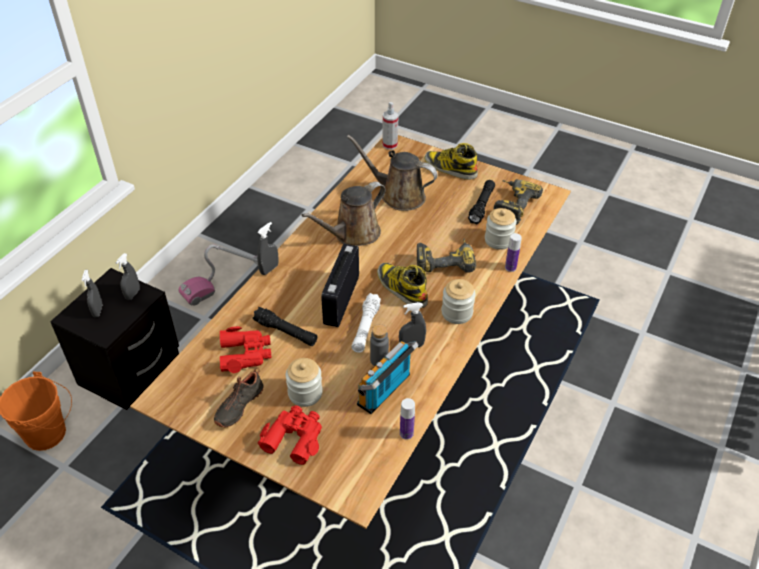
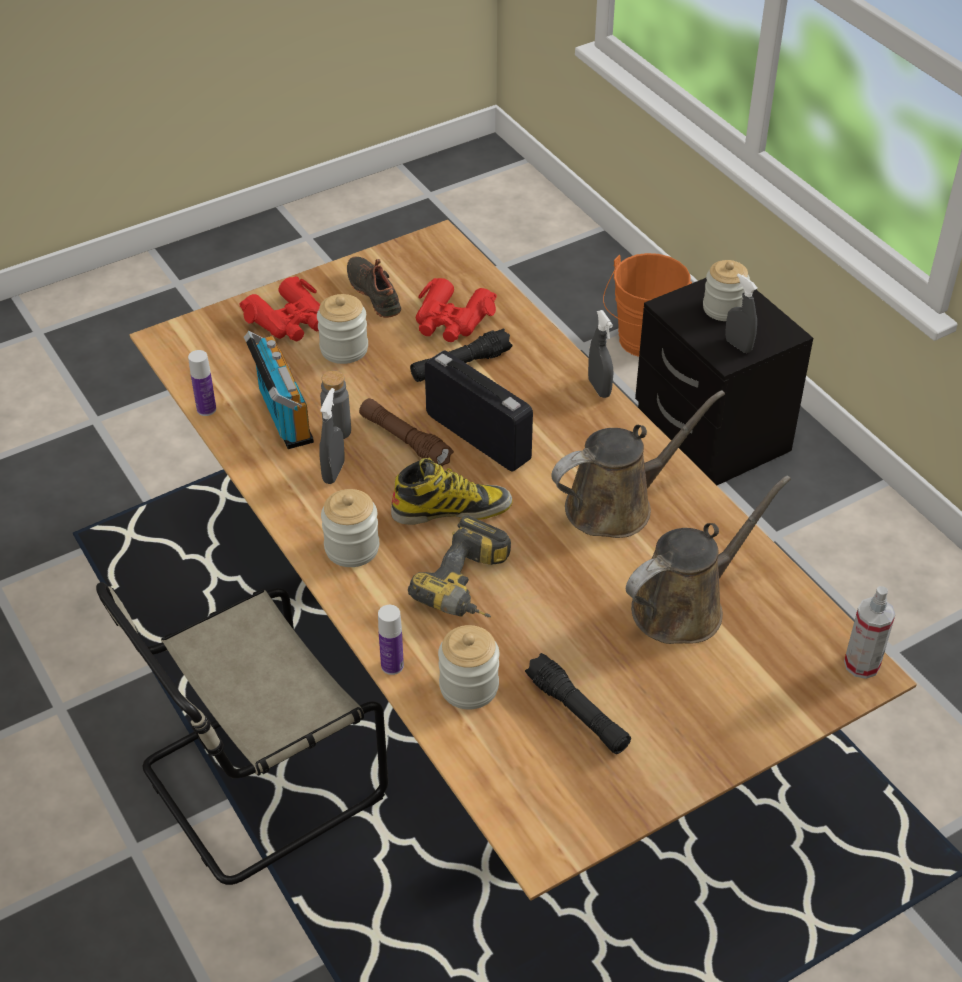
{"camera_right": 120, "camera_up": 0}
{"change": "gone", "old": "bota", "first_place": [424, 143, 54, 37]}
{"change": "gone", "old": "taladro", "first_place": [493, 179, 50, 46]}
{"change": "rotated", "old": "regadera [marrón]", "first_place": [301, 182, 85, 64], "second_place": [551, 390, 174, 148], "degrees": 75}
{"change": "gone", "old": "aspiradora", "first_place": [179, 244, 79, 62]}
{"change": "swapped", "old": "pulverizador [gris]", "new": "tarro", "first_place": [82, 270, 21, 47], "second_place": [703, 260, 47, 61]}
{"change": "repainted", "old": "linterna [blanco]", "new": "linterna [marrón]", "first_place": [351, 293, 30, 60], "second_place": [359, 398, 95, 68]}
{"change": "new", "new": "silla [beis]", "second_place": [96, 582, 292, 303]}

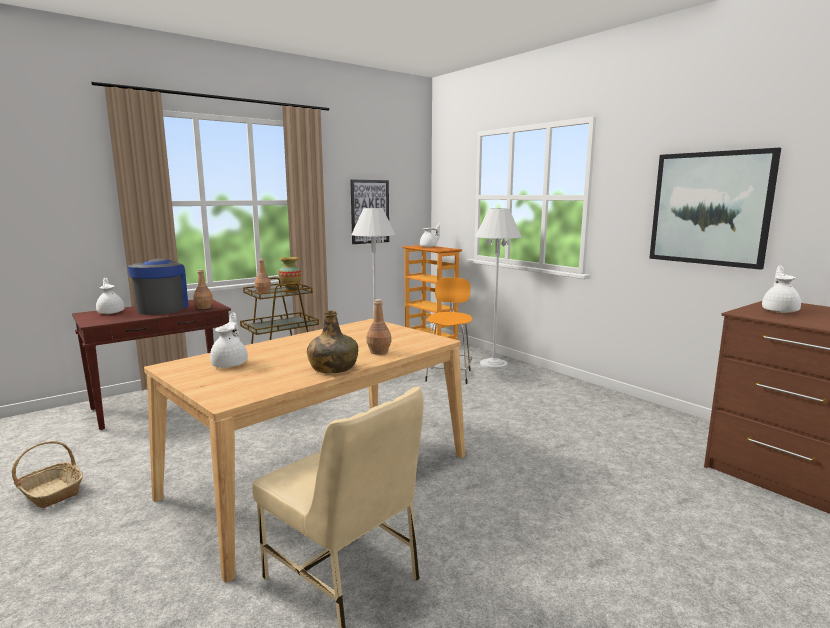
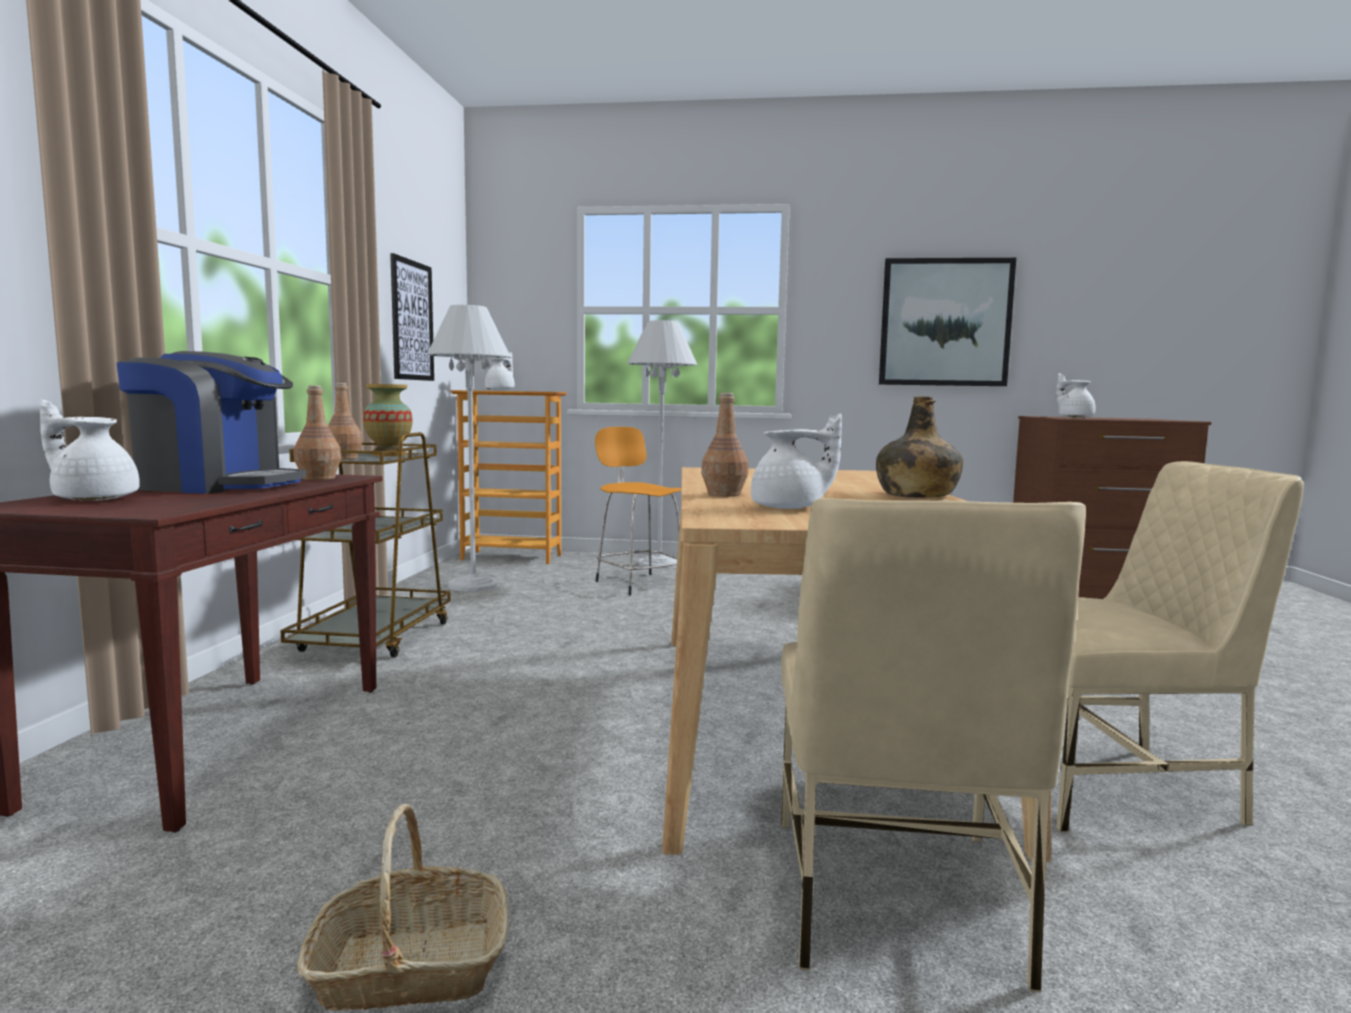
{"camera_right": -45, "camera_up": -5}
{"change": "rotated", "old": "cafetera", "first_place": [127, 258, 62, 57], "second_place": [117, 351, 189, 143], "degrees": 150}
{"change": "shifted", "old": "botella [marrón]", "first_place": [366, 299, 25, 56], "second_place": [701, 393, 47, 104]}
{"change": "rotated", "old": "tetera [blanco]", "first_place": [210, 313, 38, 55], "second_place": [751, 414, 91, 95], "degrees": 135}
{"change": "new", "new": "silla [beis]", "second_place": [781, 498, 305, 495]}

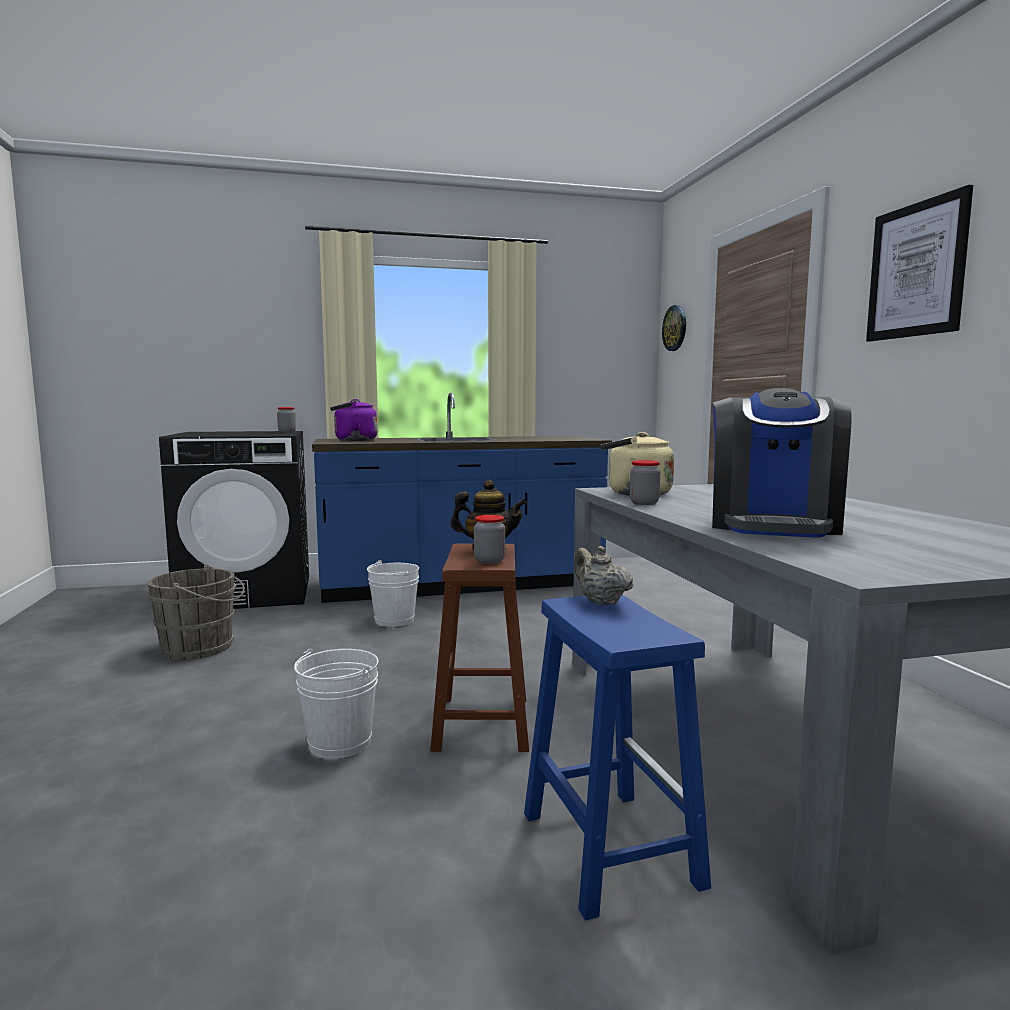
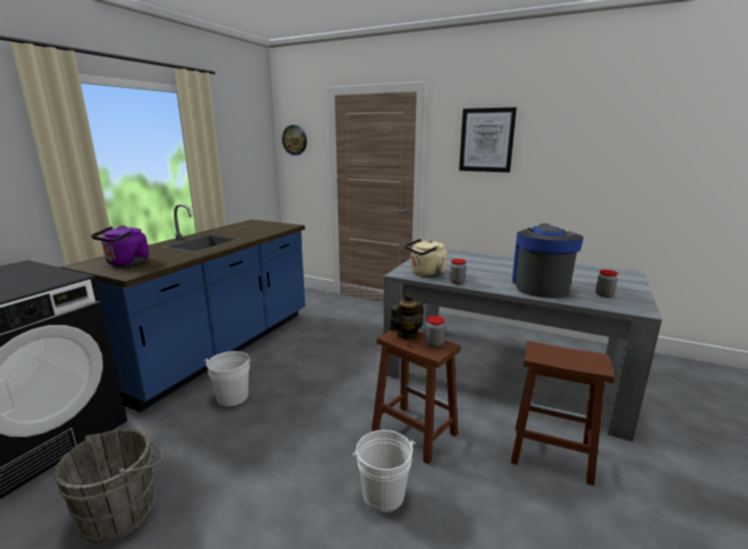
{"camera_right": -50, "camera_up": 10}
{"change": "rotated", "old": "cafetera", "first_place": [712, 388, 140, 150], "second_place": [512, 224, 72, 74], "degrees": -135}
{"change": "shifted", "old": "tarro", "first_place": [277, 407, 19, 25], "second_place": [596, 270, 22, 28]}
{"change": "gone", "old": "tetera [beis]", "first_place": [574, 546, 60, 59]}
{"change": "repainted", "old": "taburete [azul]", "new": "taburete [marrón]", "first_place": [524, 595, 187, 325], "second_place": [511, 341, 104, 145]}

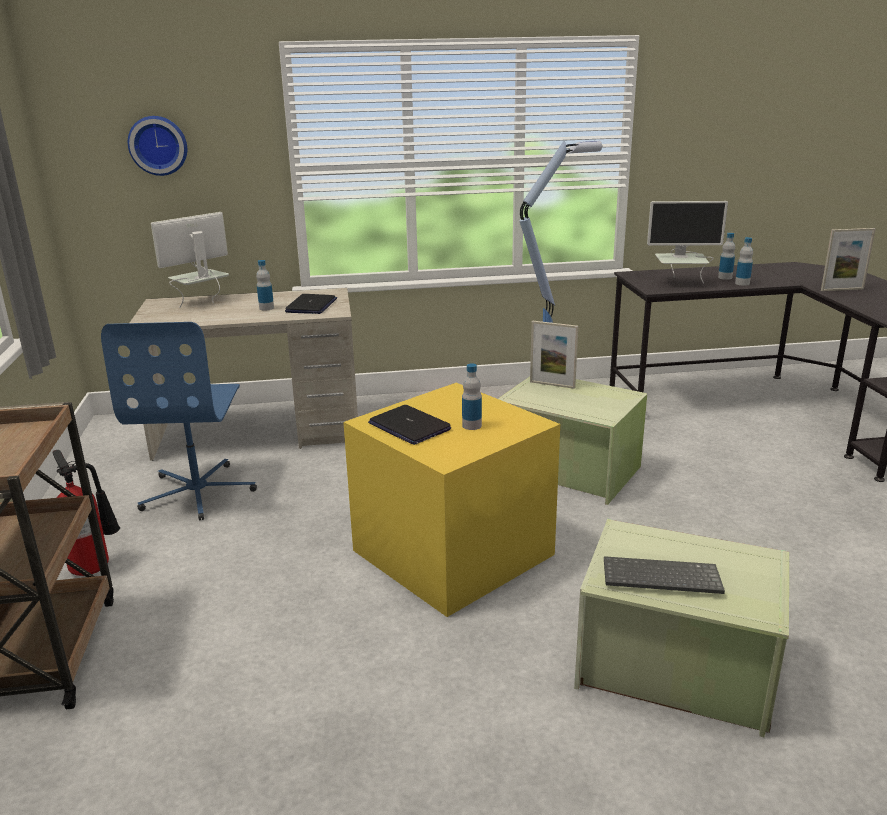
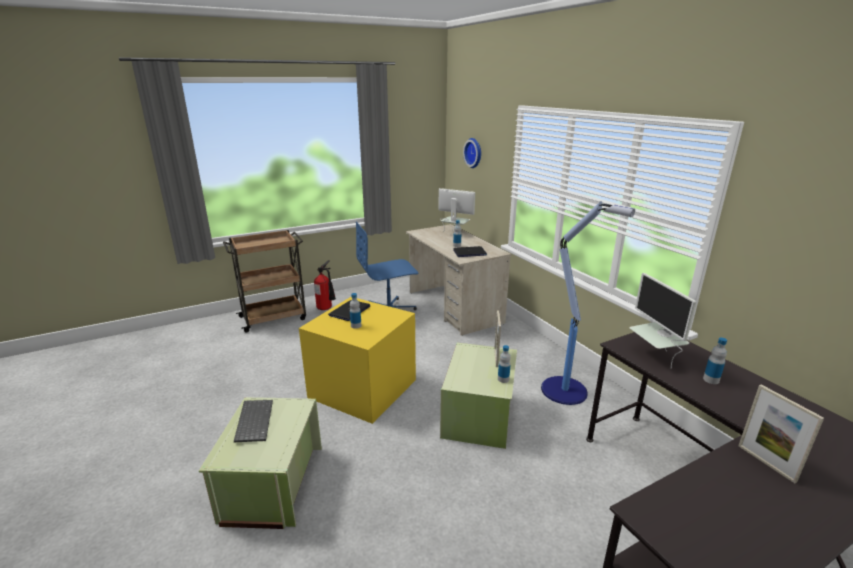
{"camera_right": 70, "camera_up": 0}
{"change": "shifted", "old": "botella", "first_place": [735, 237, 18, 49], "second_place": [498, 345, 13, 38]}

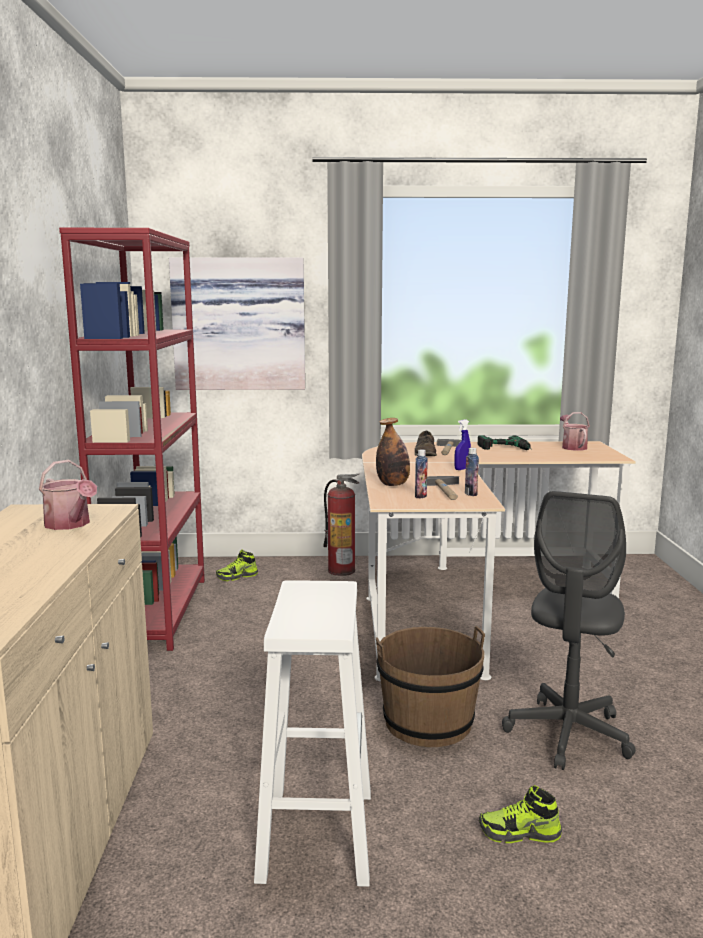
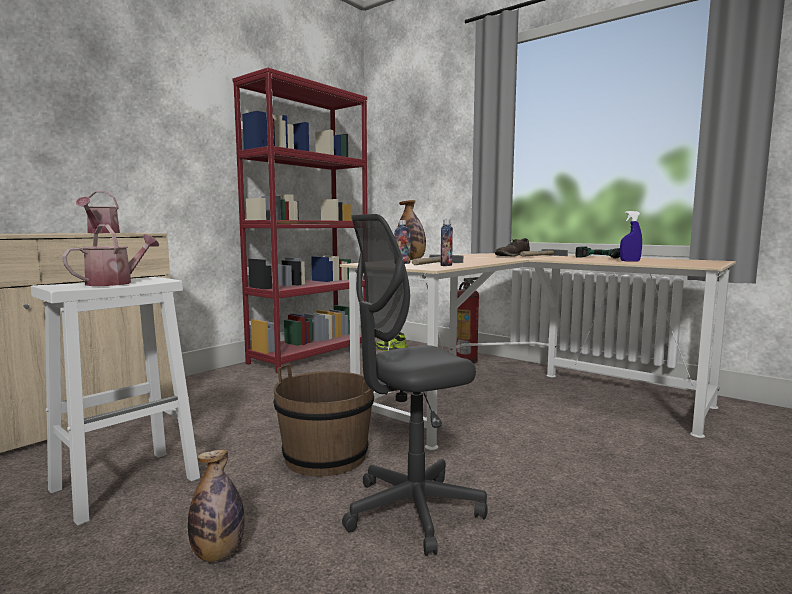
{"camera_right": 40, "camera_up": -5}
{"change": "gone", "old": "cuadro", "first_place": [169, 257, 136, 133]}
{"change": "shifted", "old": "regadera", "first_place": [560, 412, 30, 39], "second_place": [62, 225, 97, 61]}
{"change": "shifted", "old": "pulverizador [azul]", "first_place": [454, 419, 17, 51], "second_place": [620, 211, 22, 50]}
{"change": "swapped", "old": "zapato", "new": "botella", "first_place": [479, 785, 83, 58], "second_place": [188, 450, 57, 112]}

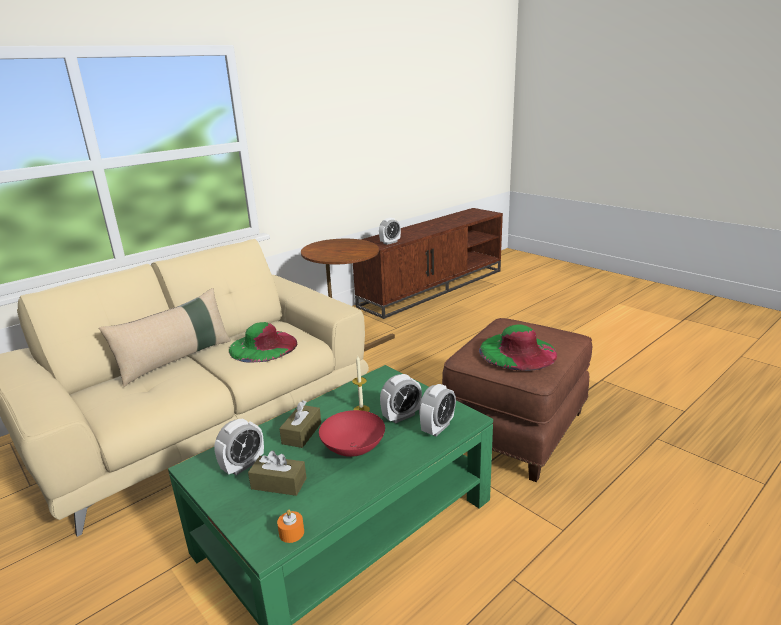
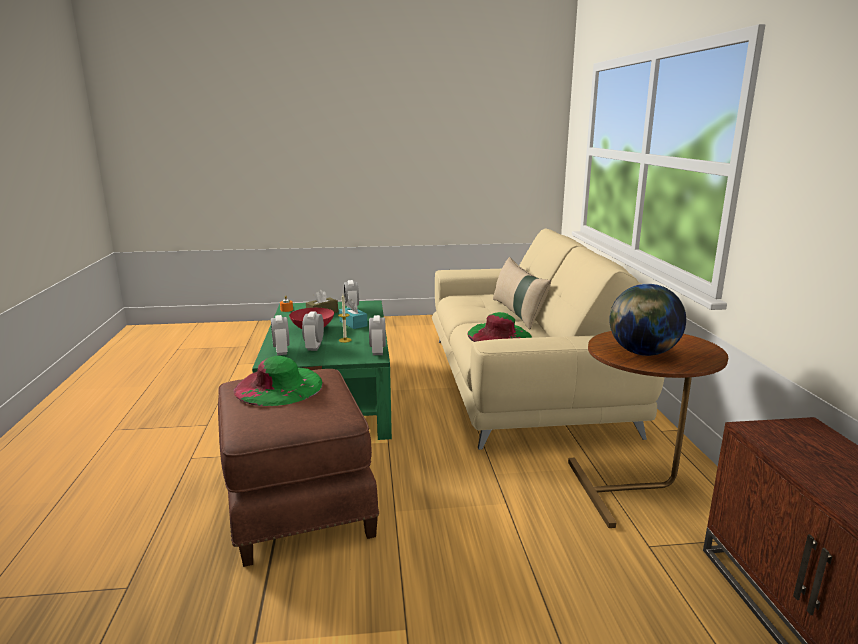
{"camera_right": 125, "camera_up": -5}
{"change": "shifted", "old": "despertador", "first_place": [379, 217, 22, 28], "second_place": [369, 315, 17, 40]}
{"change": "repainted", "old": "caja de pañuelos [marrón]", "new": "caja de pañuelos [turquesa]", "first_place": [279, 400, 42, 48], "second_place": [339, 300, 29, 29]}
{"change": "new", "new": "globo terráqueo", "second_place": [609, 284, 77, 72]}

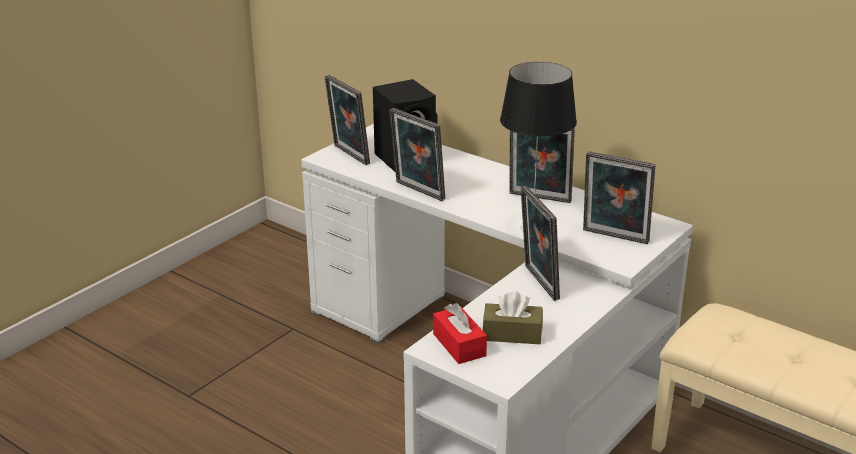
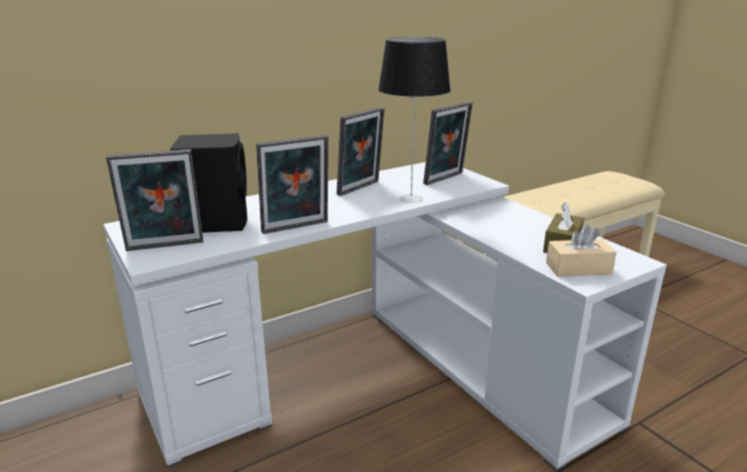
{"camera_right": -70, "camera_up": -5}
{"change": "gone", "old": "portarretratos", "first_place": [521, 186, 39, 115]}
{"change": "repainted", "old": "caja de pañuelos [rojo]", "new": "caja de pañuelos [beis]", "first_place": [433, 303, 54, 61], "second_place": [546, 225, 71, 52]}

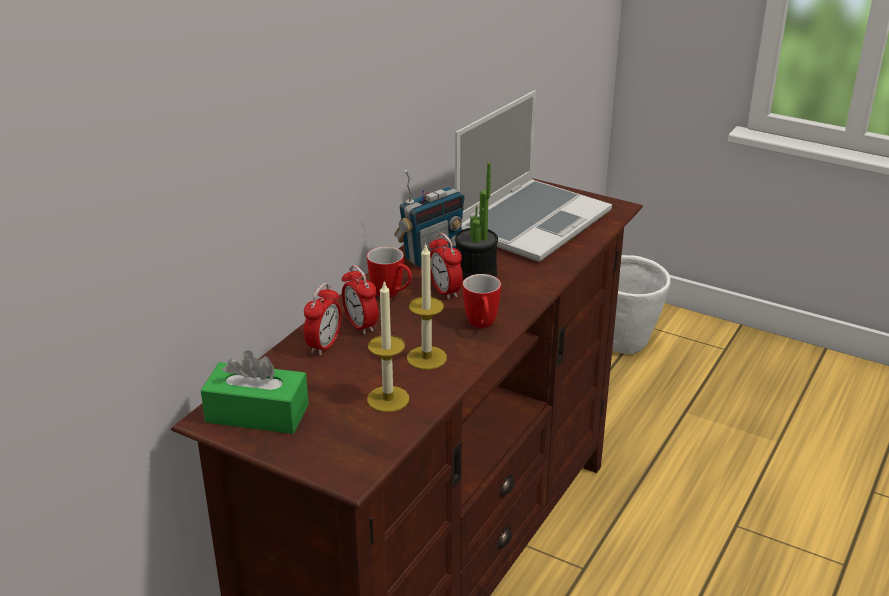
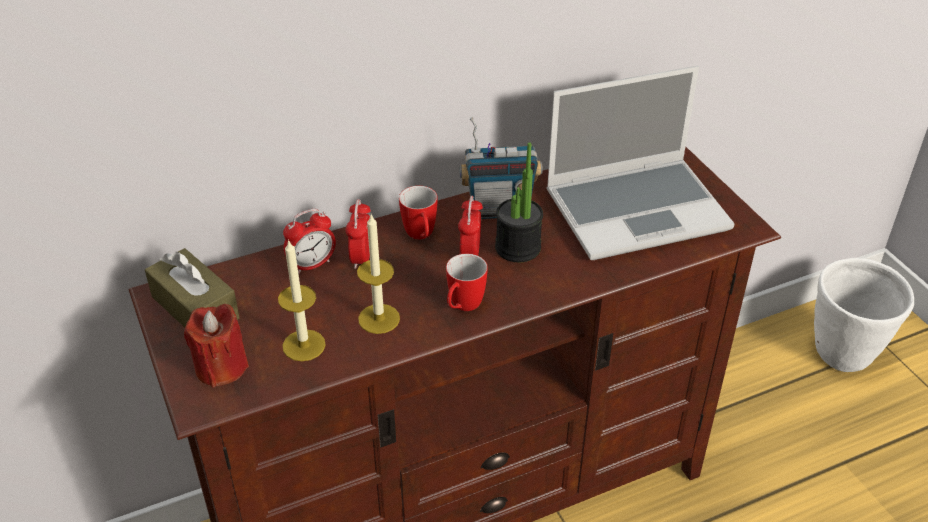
{"camera_right": 35, "camera_up": 10}
{"change": "repainted", "old": "caja de pañuelos [verde]", "new": "caja de pañuelos [marrón]", "first_place": [201, 350, 108, 84], "second_place": [145, 248, 95, 79]}
{"change": "new", "new": "vela [rojo]", "second_place": [184, 304, 65, 84]}

